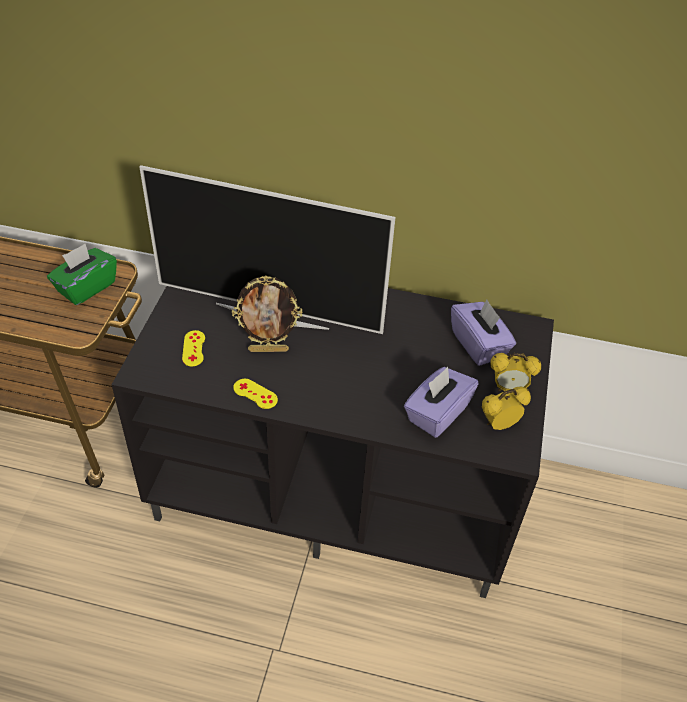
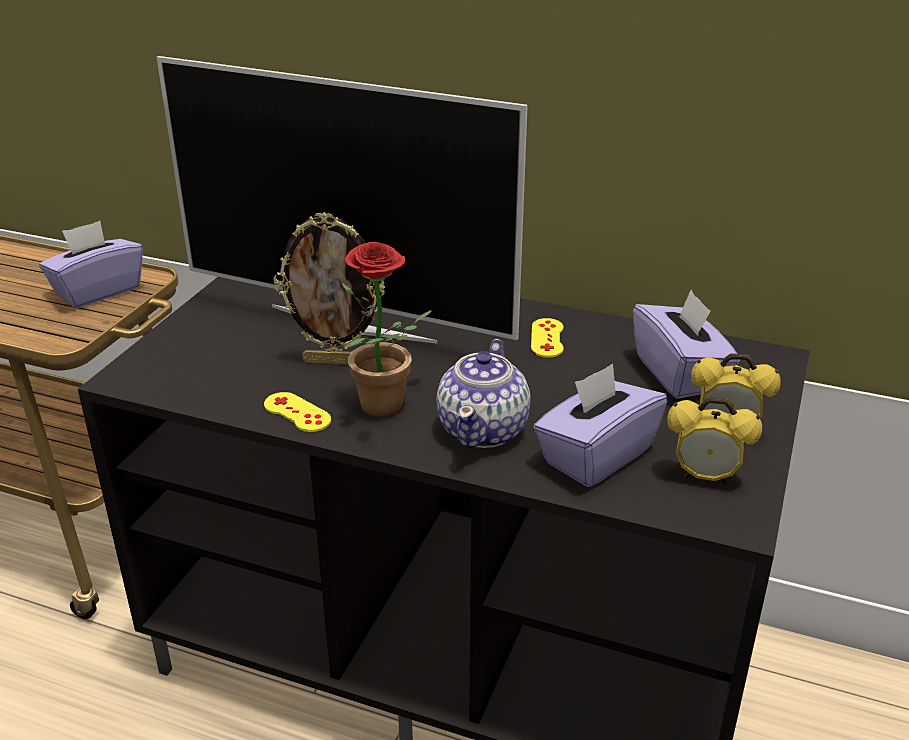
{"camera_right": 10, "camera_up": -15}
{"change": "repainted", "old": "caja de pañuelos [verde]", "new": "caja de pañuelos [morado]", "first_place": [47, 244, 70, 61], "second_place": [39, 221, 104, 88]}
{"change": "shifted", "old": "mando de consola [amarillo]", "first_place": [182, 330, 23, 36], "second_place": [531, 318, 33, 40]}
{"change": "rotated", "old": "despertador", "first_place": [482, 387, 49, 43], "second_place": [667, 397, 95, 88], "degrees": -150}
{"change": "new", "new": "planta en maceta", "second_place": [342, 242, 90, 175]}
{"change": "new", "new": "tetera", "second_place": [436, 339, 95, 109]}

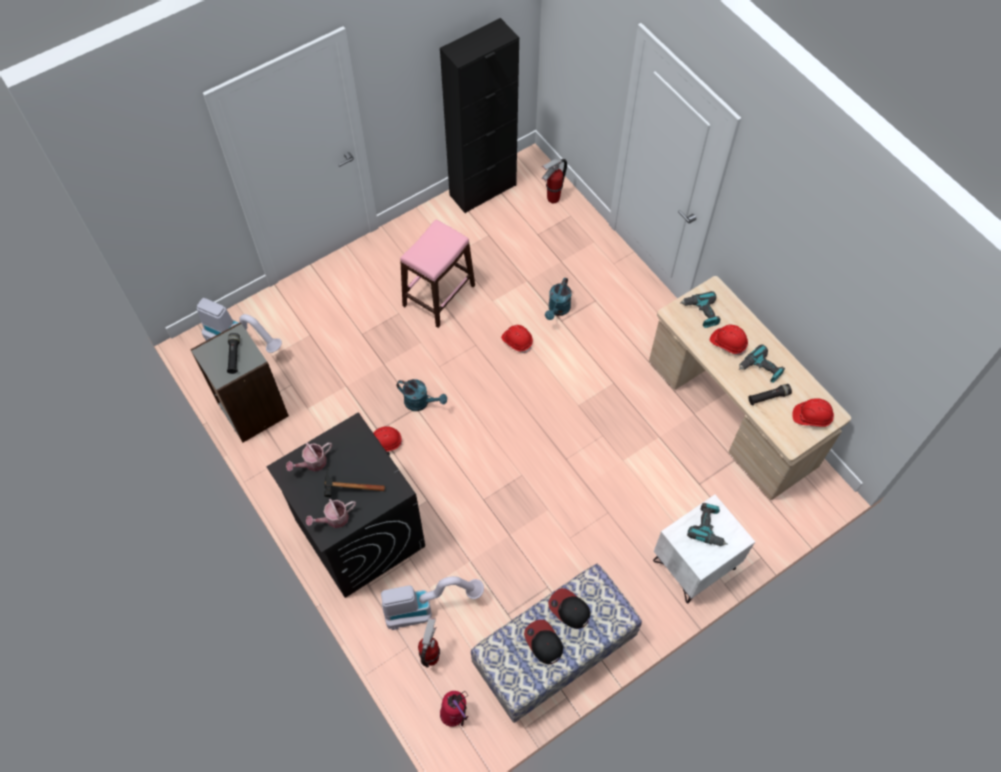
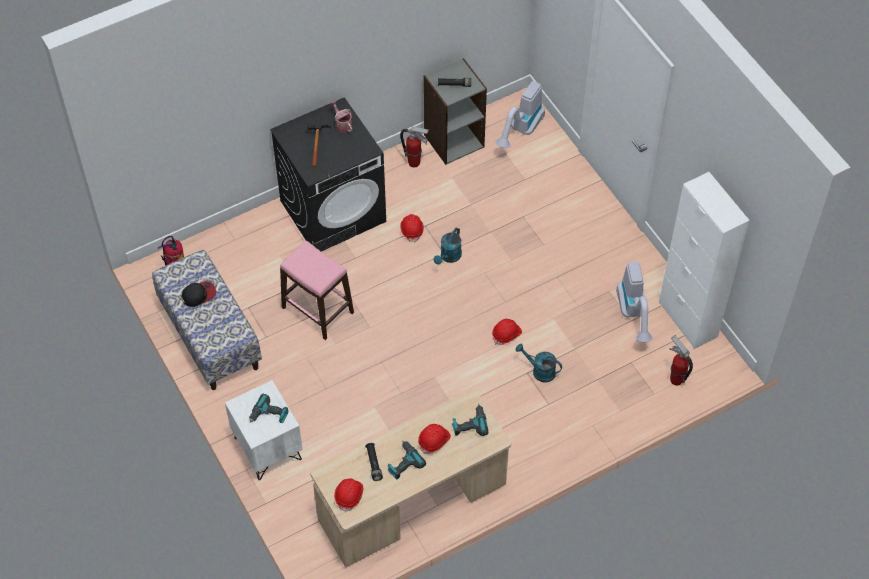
{"camera_right": 95, "camera_up": -5}
{"change": "repainted", "old": "armario [negro]", "new": "armario [blanco]", "first_place": [440, 18, 79, 195], "second_place": [659, 172, 91, 177]}
{"change": "shifted", "old": "taburete [rosa]", "first_place": [400, 220, 75, 108], "second_place": [280, 241, 74, 99]}
{"change": "gone", "old": "regadera", "first_place": [306, 499, 50, 29]}
{"change": "shifted", "old": "aspiradora", "first_place": [381, 576, 103, 54], "second_place": [616, 262, 37, 80]}
{"change": "gone", "old": "gorra", "first_place": [548, 588, 42, 41]}
{"change": "shifted", "old": "extintor", "first_place": [418, 617, 22, 50], "second_place": [400, 127, 29, 41]}

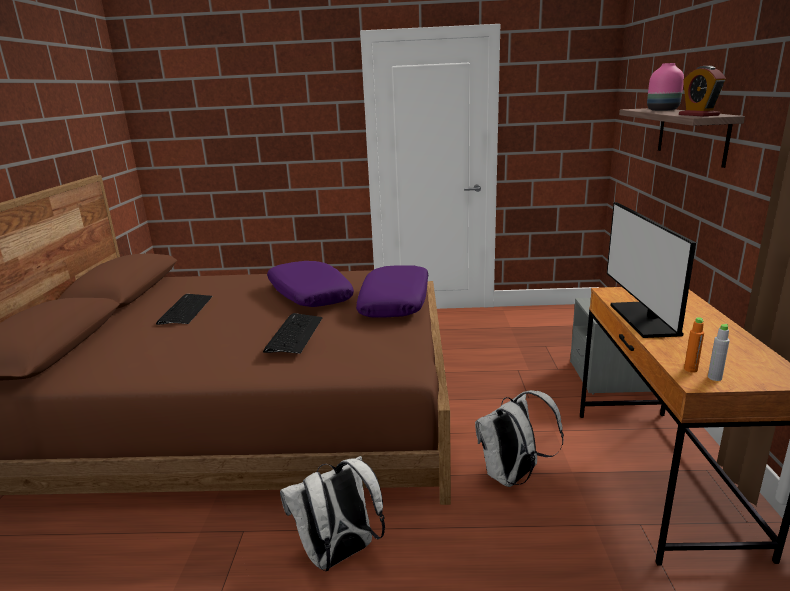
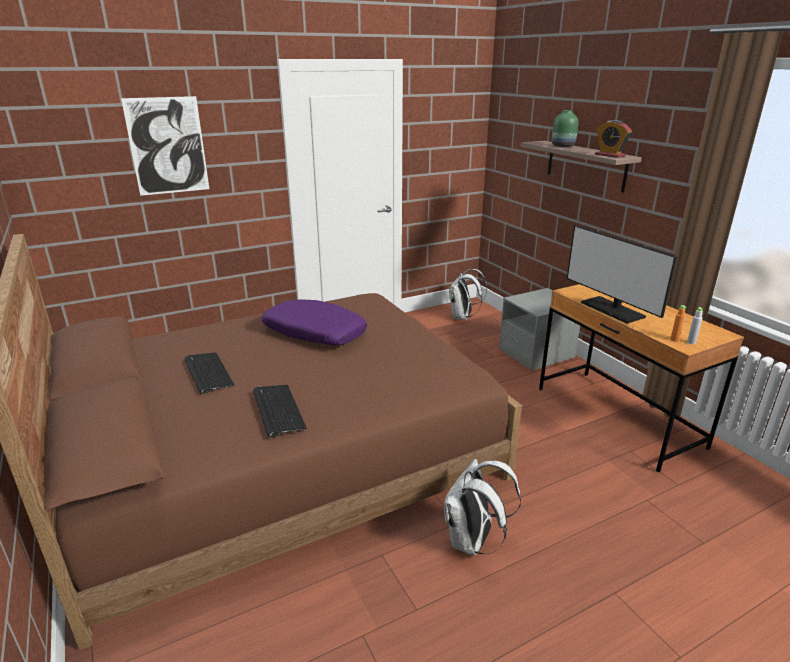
{"camera_right": -30, "camera_up": 5}
{"change": "repainted", "old": "florero [rosa]", "new": "florero [verde]", "first_place": [647, 63, 37, 48], "second_place": [552, 110, 26, 37]}
{"change": "gone", "old": "cojín [morado]", "first_place": [356, 265, 72, 53]}
{"change": "shifted", "old": "teclado", "first_place": [263, 313, 60, 41], "second_place": [253, 385, 54, 53]}
{"change": "shifted", "old": "mochila [blanco]", "first_place": [475, 390, 89, 97], "second_place": [449, 269, 38, 51]}
{"change": "new", "new": "cuadro", "second_place": [121, 96, 88, 100]}

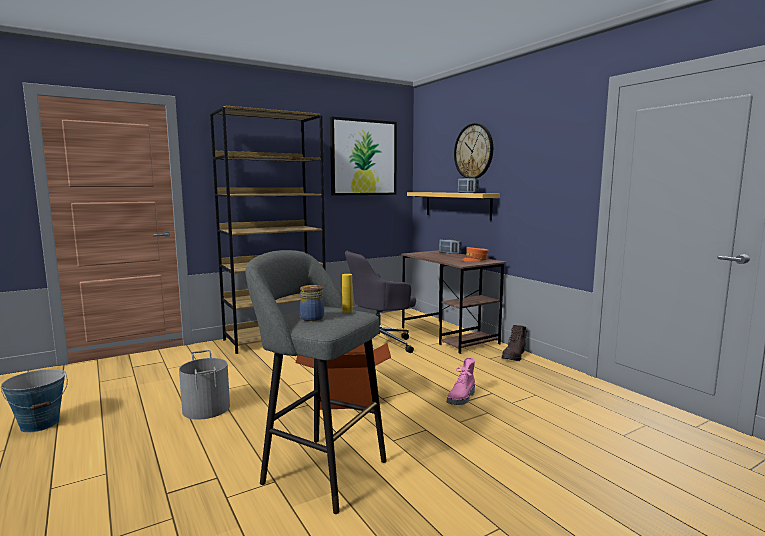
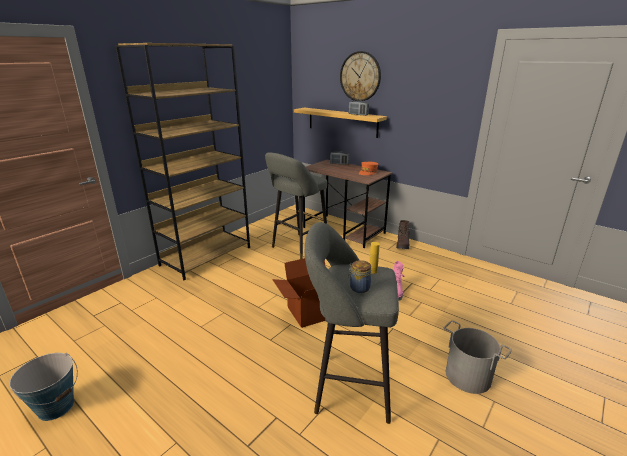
{"camera_right": -20, "camera_up": 15}
{"change": "gone", "old": "cuadro", "first_place": [330, 116, 67, 80]}
{"change": "swapped", "old": "silla de oficina [gris]", "new": "taburete [gris]", "first_place": [345, 251, 71, 102], "second_place": [265, 152, 62, 107]}
{"change": "shifted", "old": "cubo [gris]", "first_place": [179, 350, 51, 70], "second_place": [444, 320, 68, 74]}

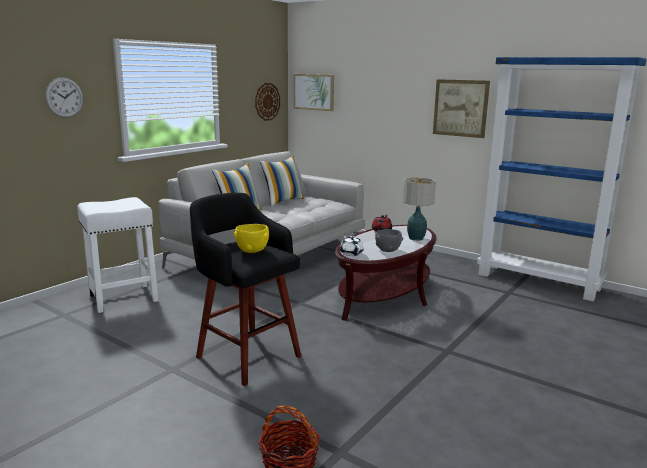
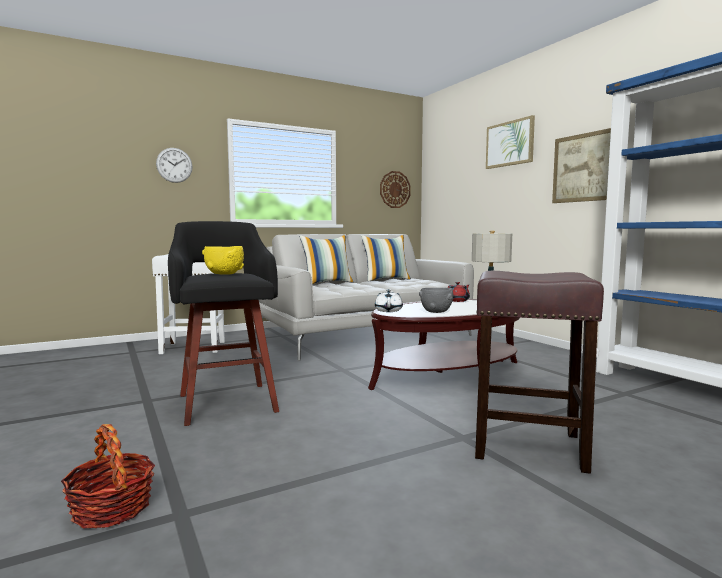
{"camera_right": 25, "camera_up": -10}
{"change": "shifted", "old": "cuadro", "first_place": [294, 74, 40, 37], "second_place": [486, 115, 49, 54]}
{"change": "new", "new": "taburete [marrón]", "second_place": [475, 271, 129, 203]}

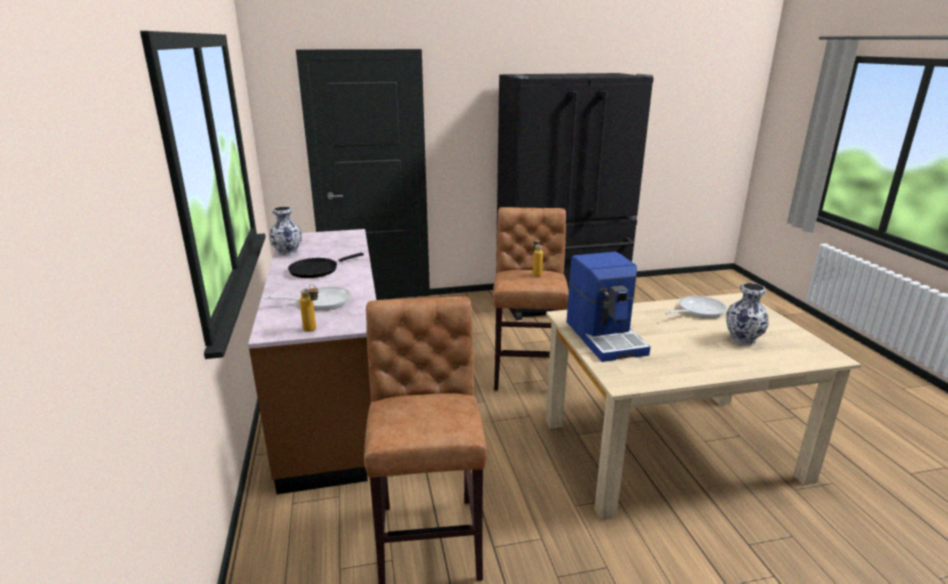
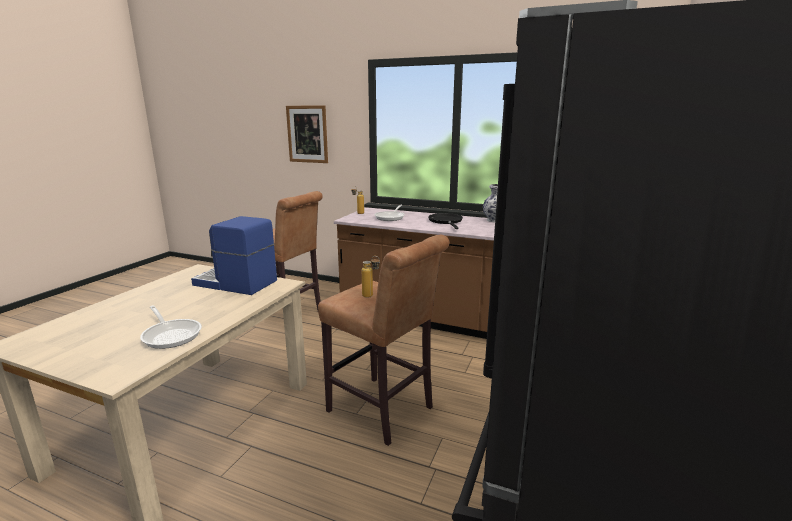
{"camera_right": 125, "camera_up": -5}
{"change": "gone", "old": "florero", "first_place": [726, 283, 43, 62]}
{"change": "rotated", "old": "sartén", "first_place": [665, 296, 62, 22], "second_place": [140, 305, 62, 44], "degrees": -45}
{"change": "new", "new": "cuadro", "second_place": [286, 105, 42, 58]}

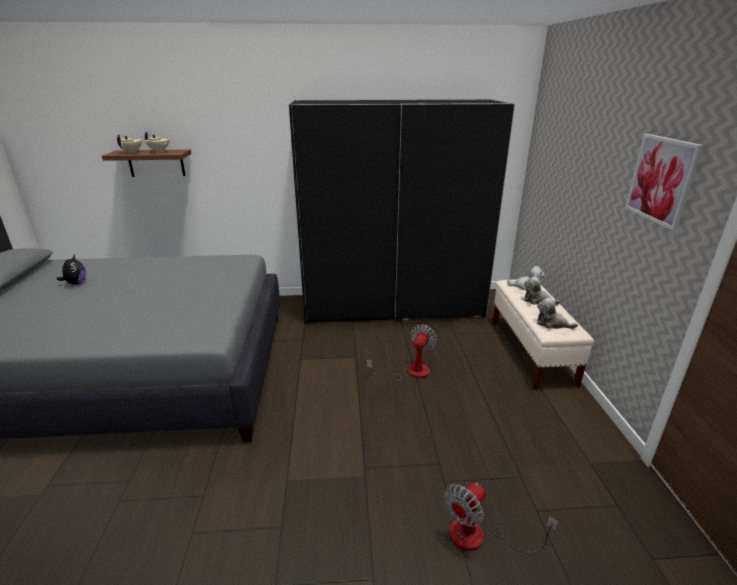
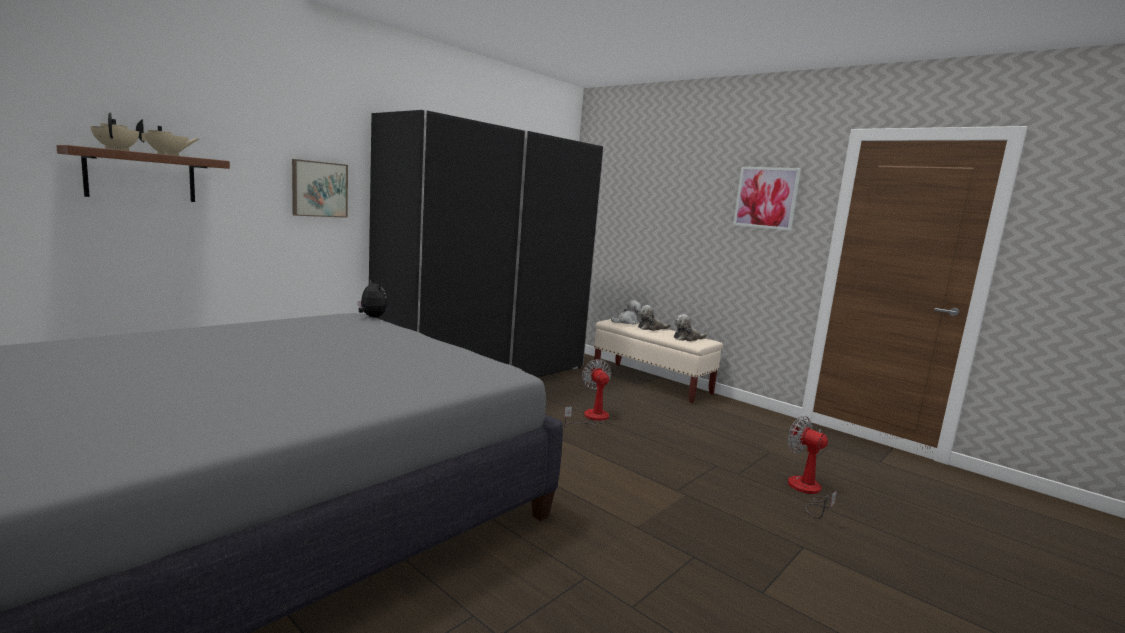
{"camera_right": -45, "camera_up": -15}
{"change": "shifted", "old": "peluche", "first_place": [57, 254, 29, 31], "second_place": [358, 280, 29, 37]}
{"change": "rotated", "old": "ventilador", "first_place": [444, 482, 114, 72], "second_place": [788, 416, 49, 103], "degrees": 135}
{"change": "new", "new": "cuadro", "second_place": [292, 159, 56, 59]}

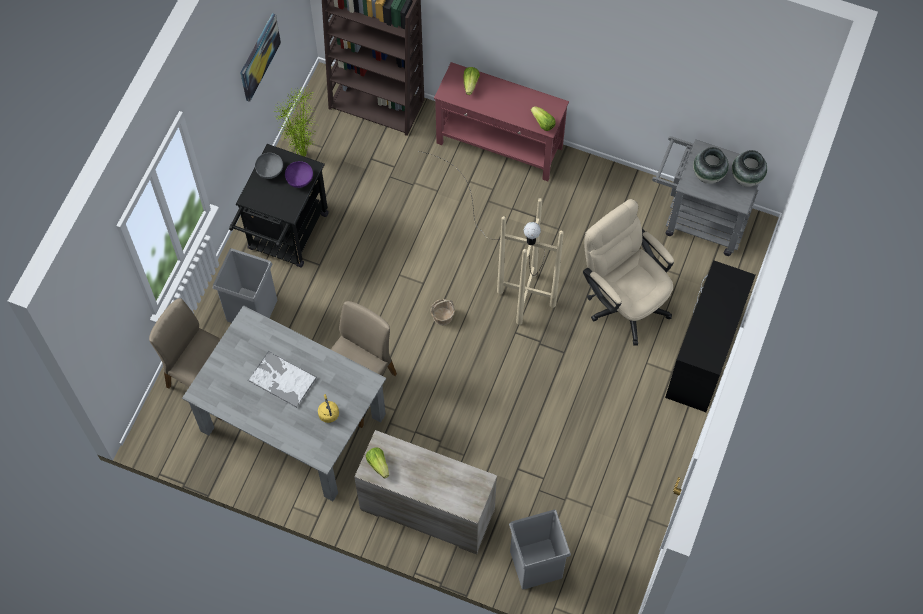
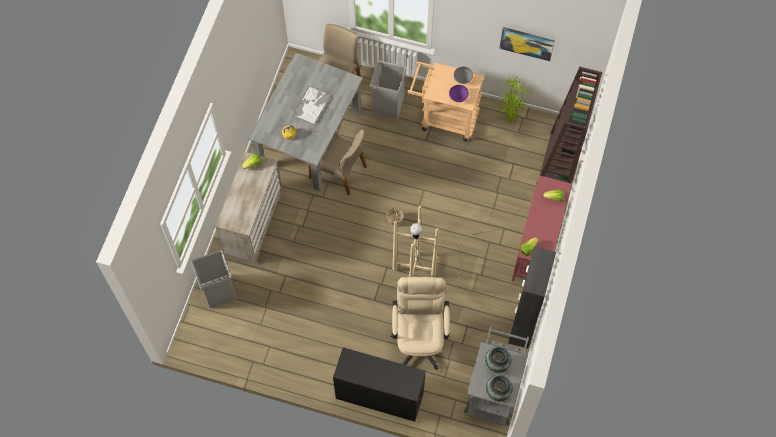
{"camera_right": 85, "camera_up": 0}
{"change": "repainted", "old": "carrito [negro]", "new": "carrito [beis]", "first_place": [229, 144, 100, 124], "second_place": [407, 62, 78, 79]}
{"change": "rotated", "old": "silla de oficina [beis]", "first_place": [583, 199, 91, 146], "second_place": [391, 277, 59, 93], "degrees": -45}
{"change": "new", "new": "armario [negro]", "second_place": [508, 246, 48, 103]}

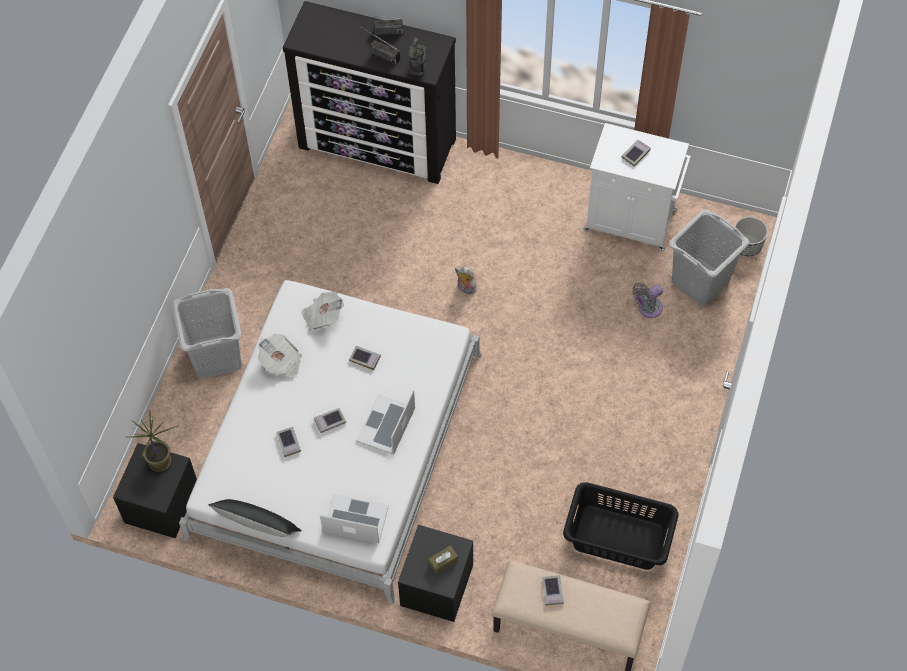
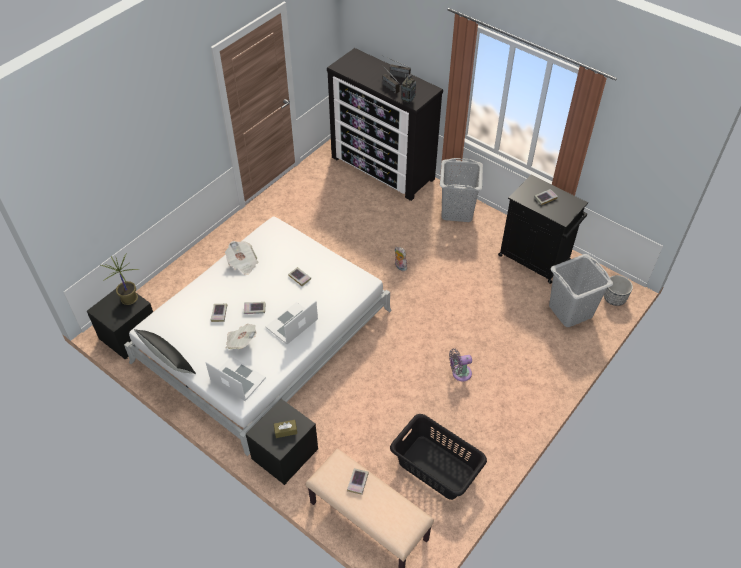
{"camera_right": 20, "camera_up": -10}
{"change": "repainted", "old": "armario [blanco]", "new": "armario [negro]", "first_place": [584, 123, 107, 128], "second_place": [498, 175, 90, 109]}
{"change": "shifted", "old": "ventilador [gris]", "first_place": [632, 283, 31, 35], "second_place": [449, 348, 23, 34]}
{"change": "shifted", "old": "cesto de la ropa [gris]", "first_place": [172, 288, 70, 90], "second_place": [440, 158, 43, 64]}
{"change": "shifted", "old": "periódico", "first_place": [301, 291, 43, 39], "second_place": [226, 324, 31, 25]}

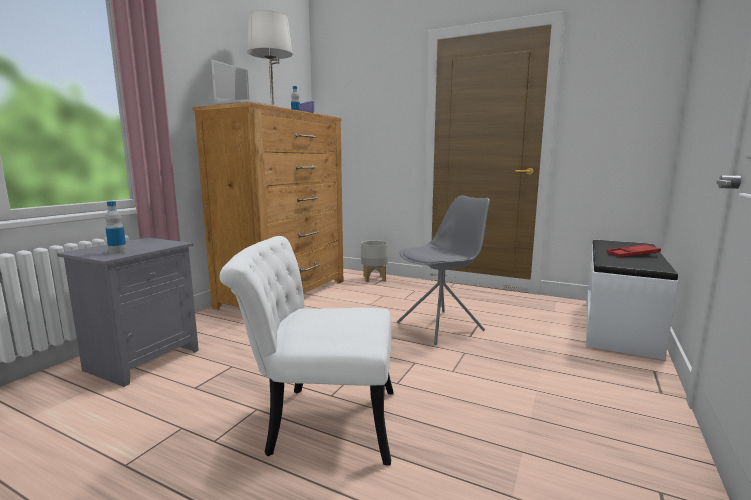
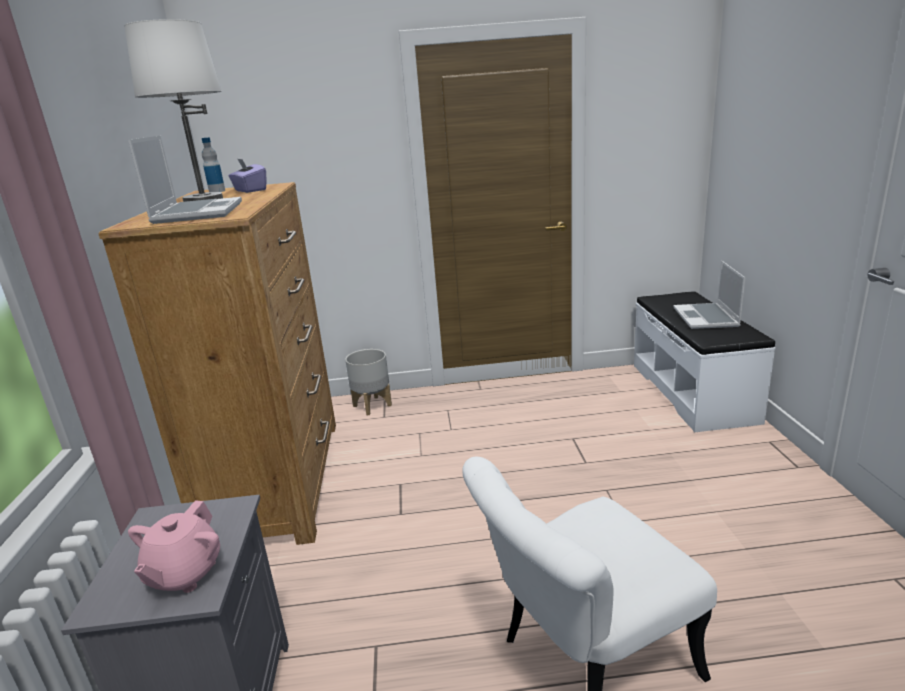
{"camera_right": -30, "camera_up": 10}
{"change": "gone", "old": "silla [gris]", "first_place": [397, 195, 93, 150]}
{"change": "swapped", "old": "botella", "new": "tetera [rosa]", "first_place": [105, 201, 22, 53], "second_place": [128, 500, 92, 93]}
{"change": "swapped", "old": "bandeja [rojo]", "new": "portátil", "first_place": [607, 244, 54, 13], "second_place": [673, 261, 72, 68]}

